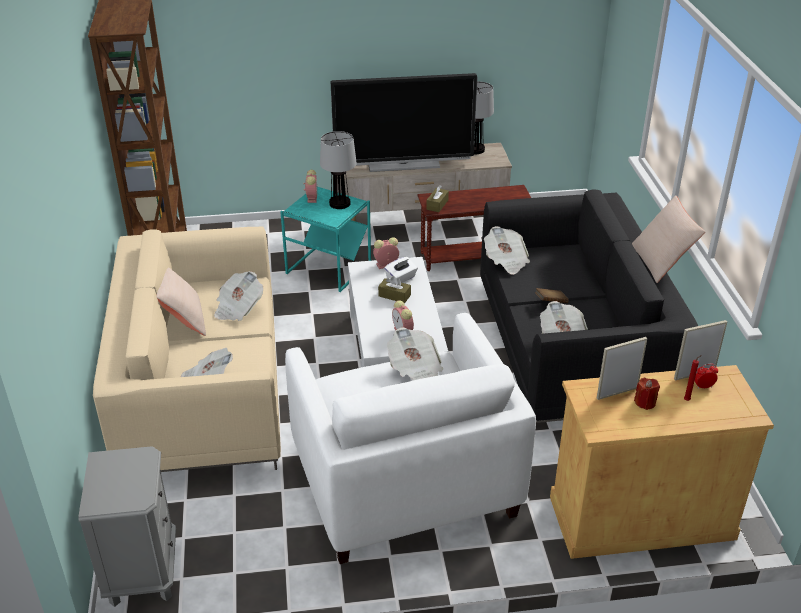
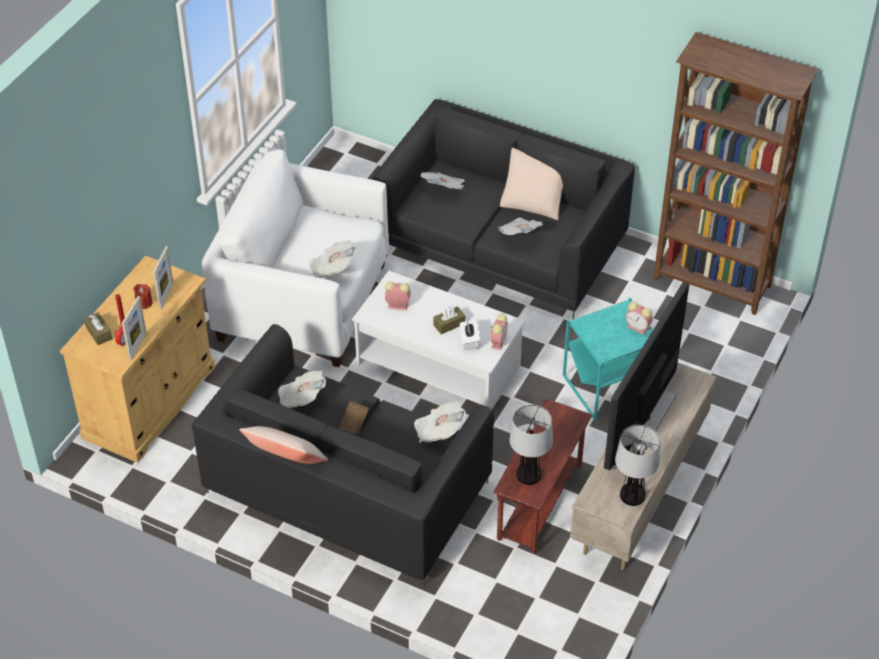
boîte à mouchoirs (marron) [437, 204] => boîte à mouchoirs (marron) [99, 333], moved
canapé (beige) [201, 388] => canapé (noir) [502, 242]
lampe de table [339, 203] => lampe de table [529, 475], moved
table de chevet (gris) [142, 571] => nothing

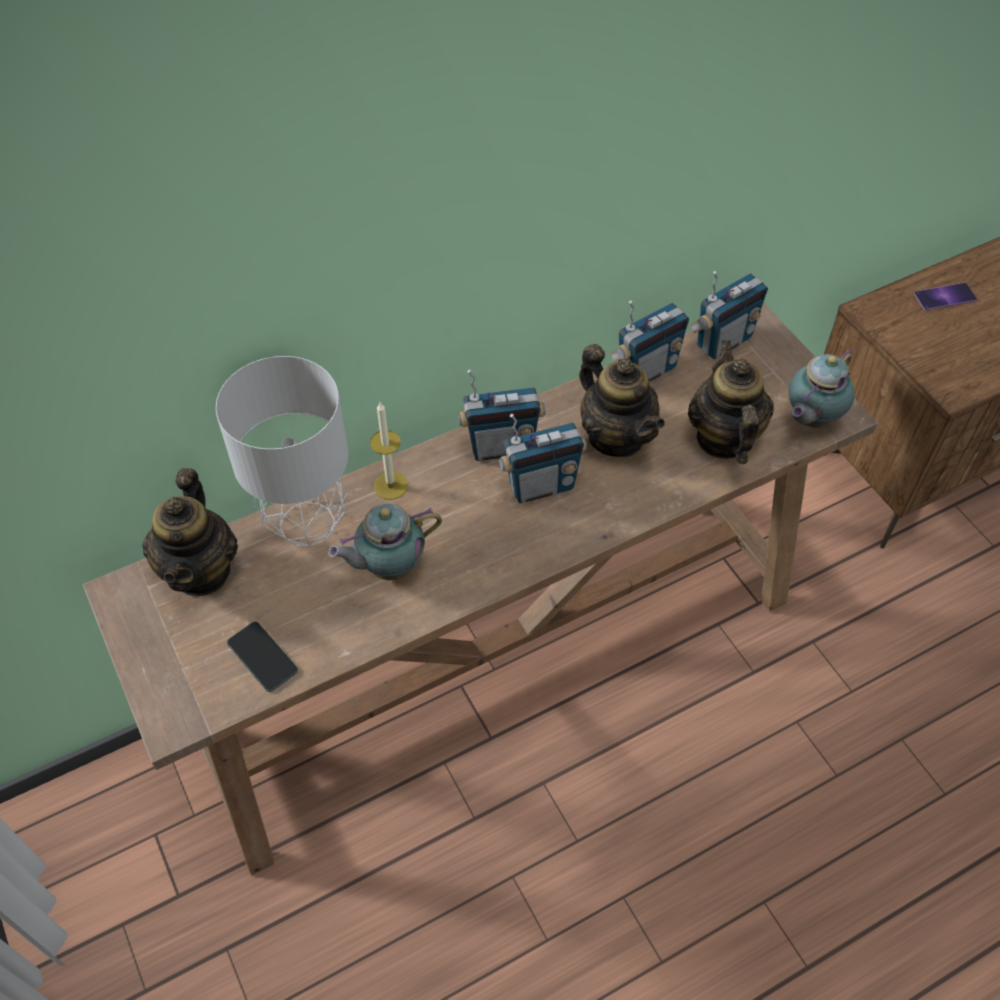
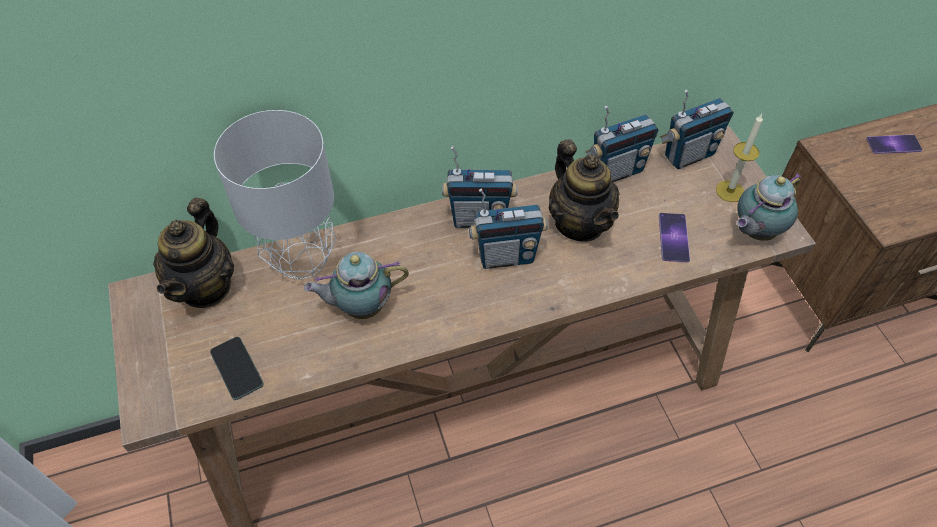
théière [723, 438] => téléphone [673, 237]
bougie [390, 485] => bougie [730, 191], moved

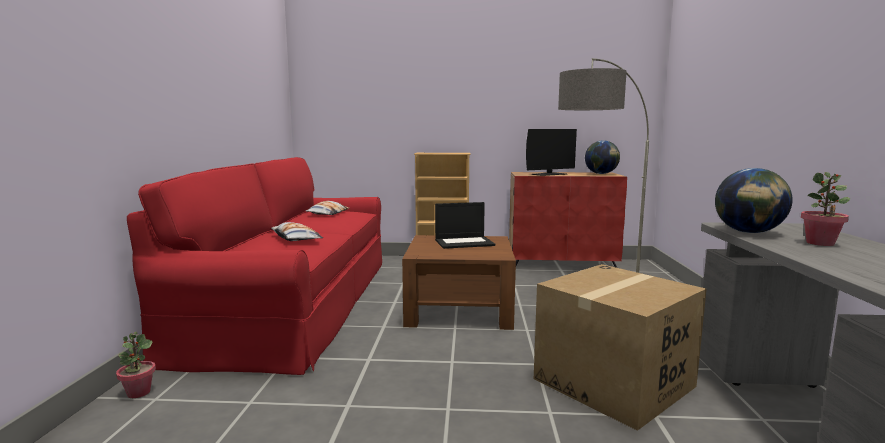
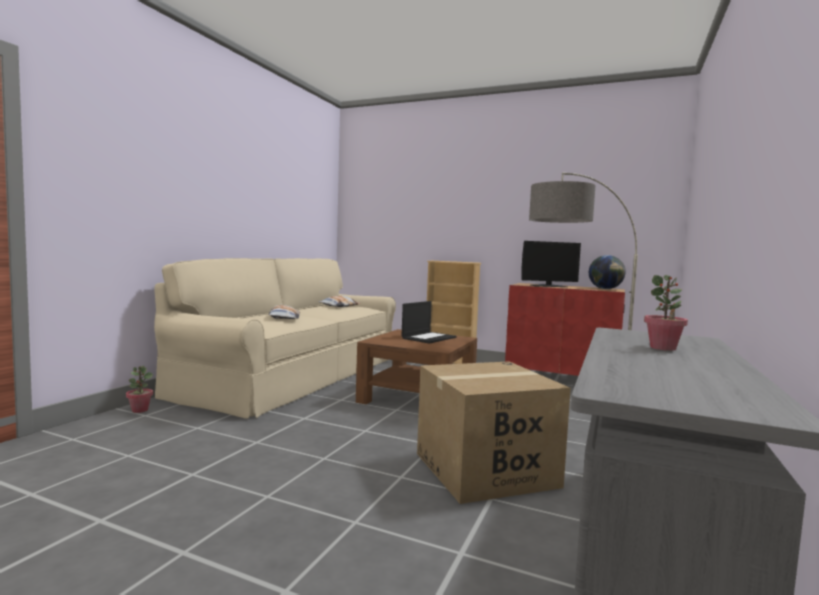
canapé (rouge) [298, 302] => canapé (beige) [296, 375]
ordinateur portable [464, 242] => ordinateur portable [429, 338], 60 degrees counterclockwise
globe [748, 232] => nothing

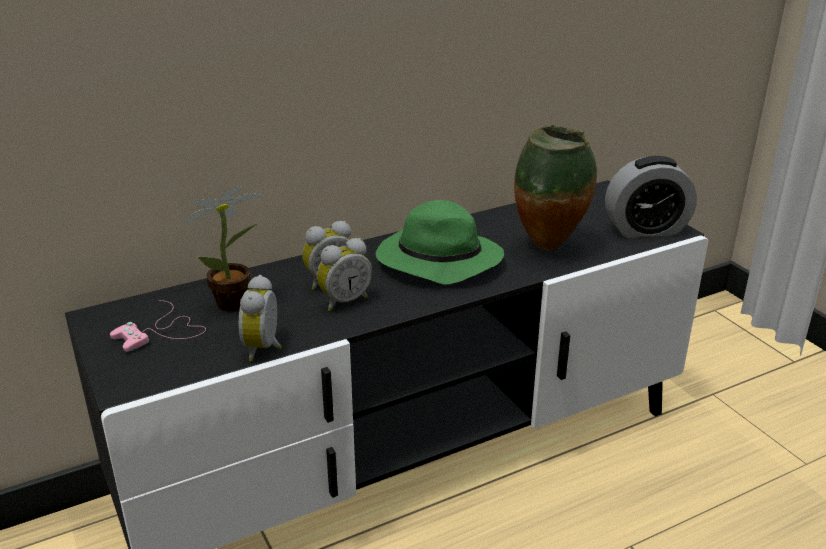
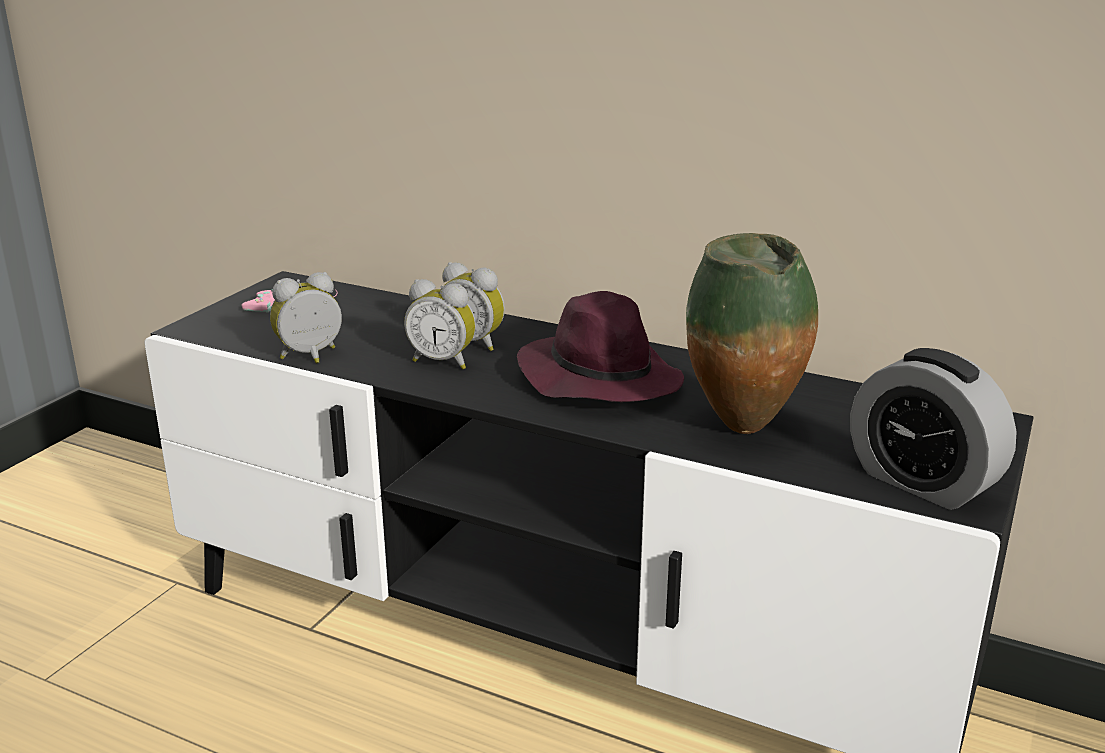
chapeau (vert) [437, 261] => chapeau (violet) [598, 378]
plante en pot [237, 303] => nothing

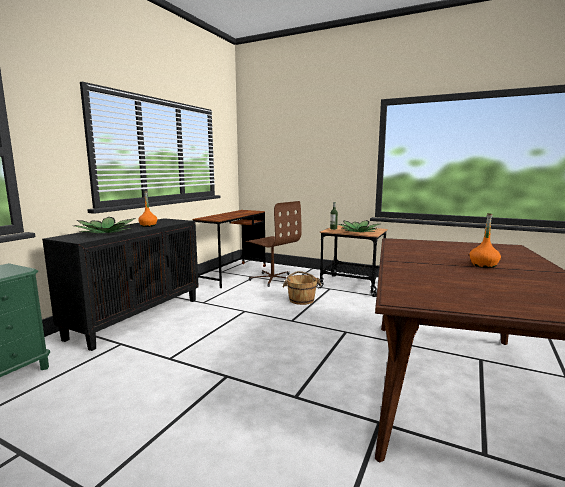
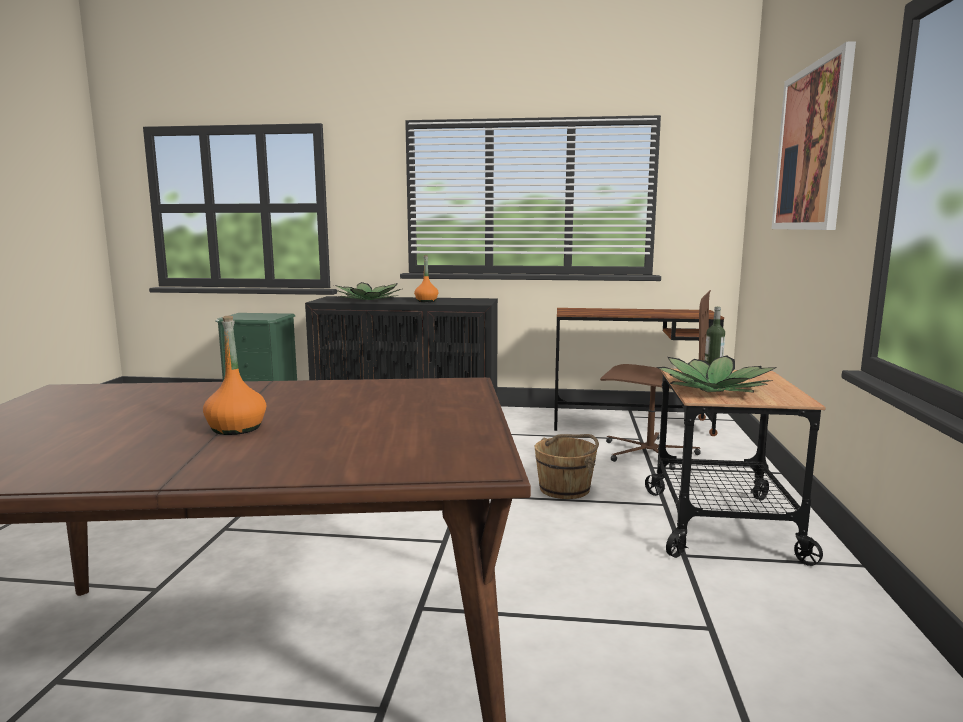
chaise de bureau (marron) [272, 279] => chaise de bureau (marron) [649, 452], 90 degrees counterclockwise
nothing => tableau [811, 148]

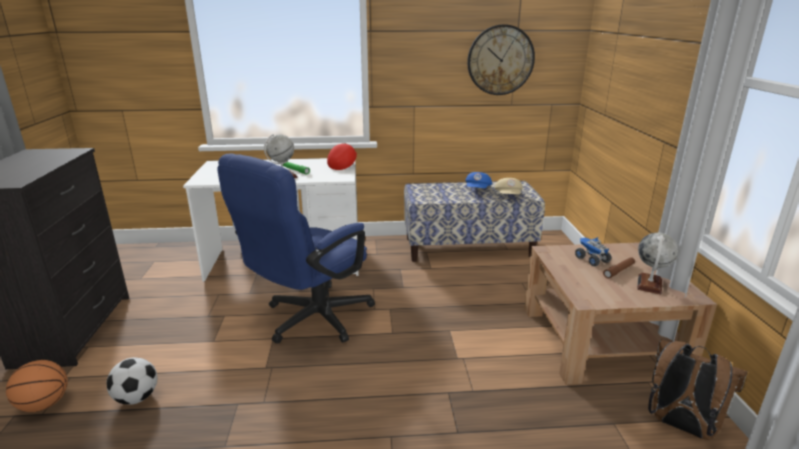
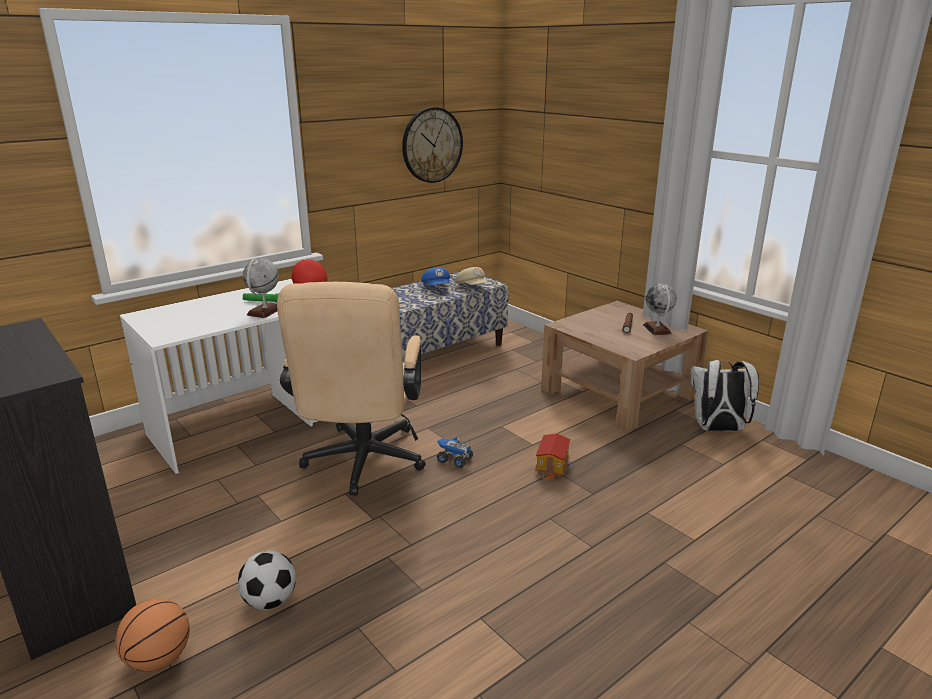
chaise de bureau (bleu) [310, 320] => chaise de bureau (beige) [362, 465]
camion jouet [591, 260] => camion jouet [454, 460], moved
nothing => maison miniature [553, 467]
sac à dos (marron) [679, 425] => sac à dos (blanc) [717, 429]

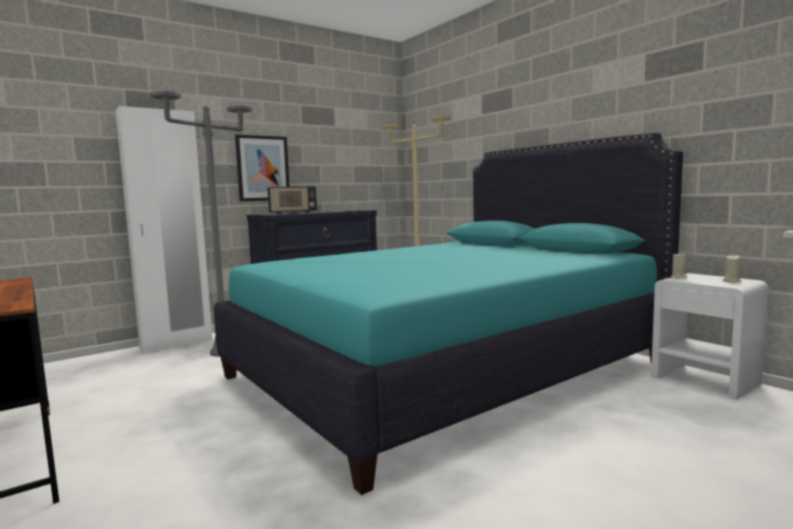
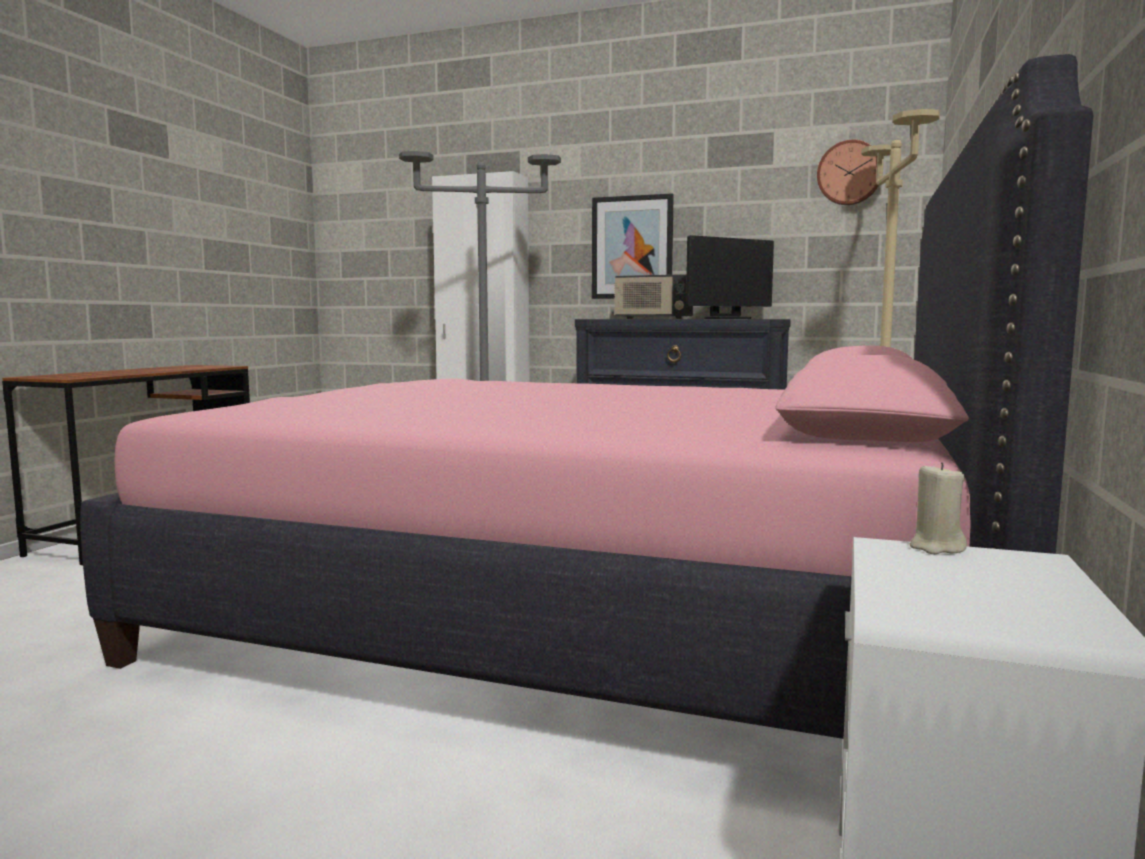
lit (turquoise) [446, 369] => lit (rose) [580, 615]
nothing => écran d'ordinateur [727, 318]
nothing => horloge murale [849, 173]
bougie (beige) [731, 281] => nothing

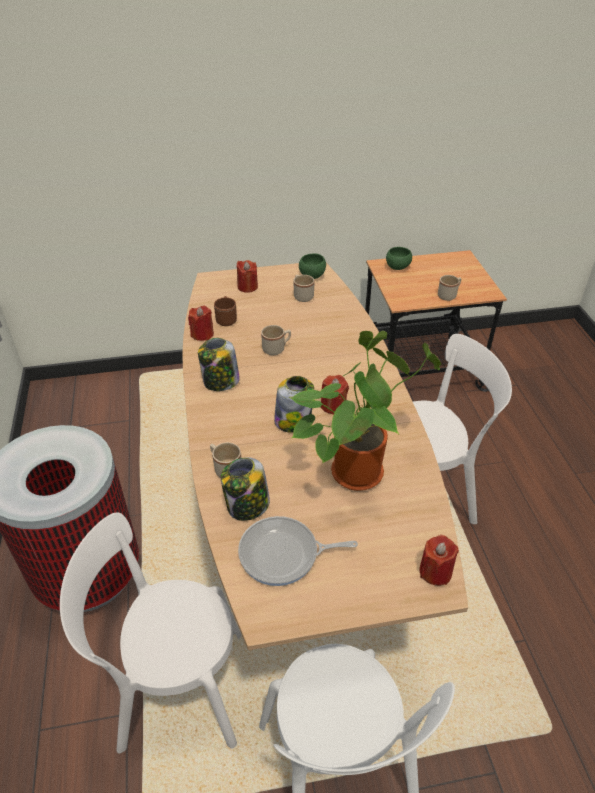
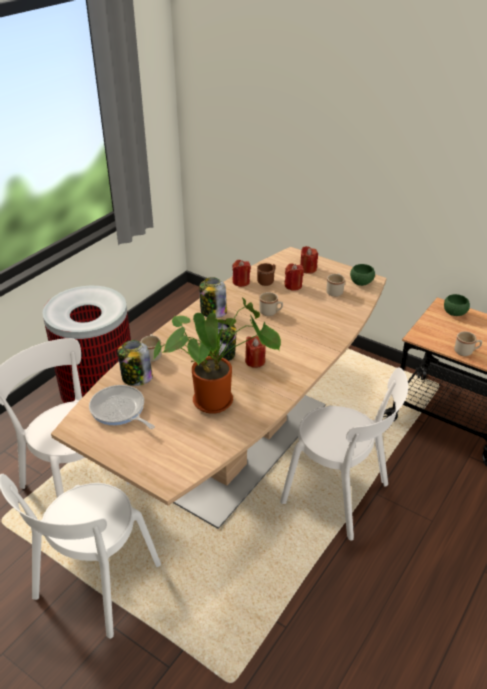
bougie (rouge) [435, 571] => bougie (rouge) [293, 286], moved

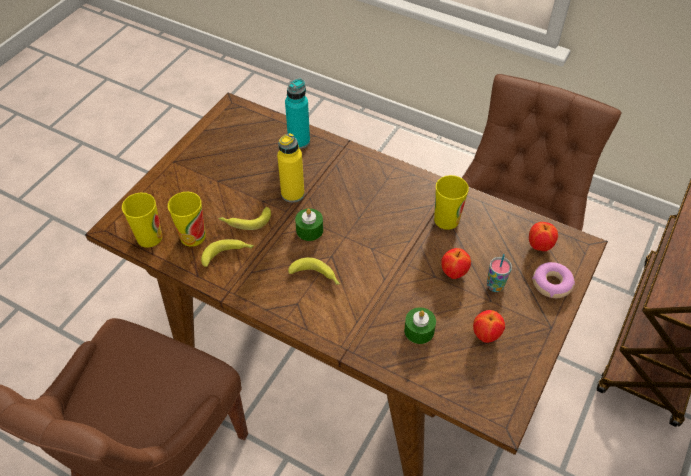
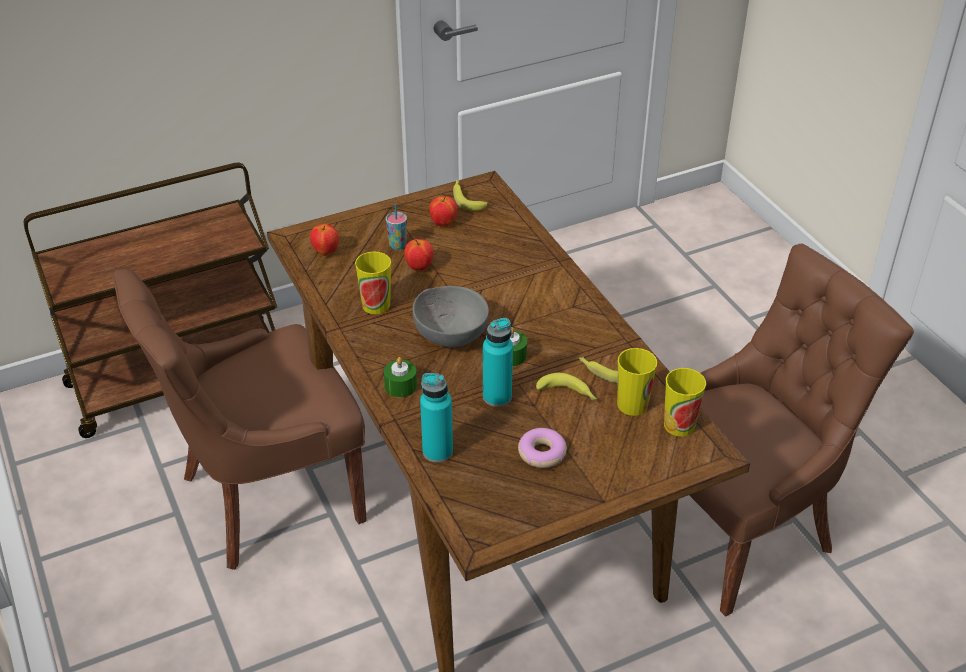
bougie (vert) [419, 330] => bougie (vert) [400, 386], moved
nothing => bol (gris) [450, 334]
banane [316, 276] => banane [466, 198], moved
bouteille (jaune) [292, 194] => bouteille (turquoise) [497, 397]
beignet [551, 283] => beignet [542, 453], moved

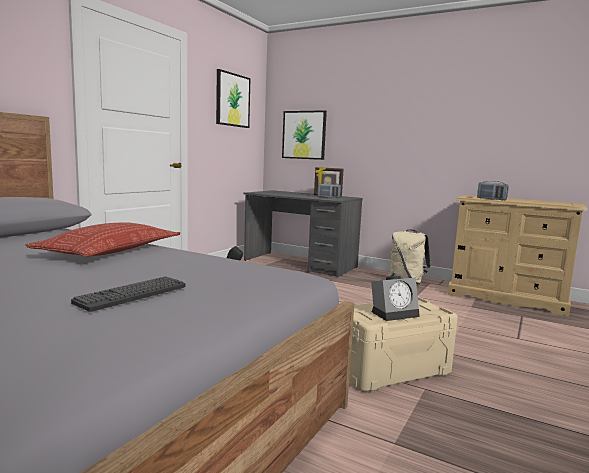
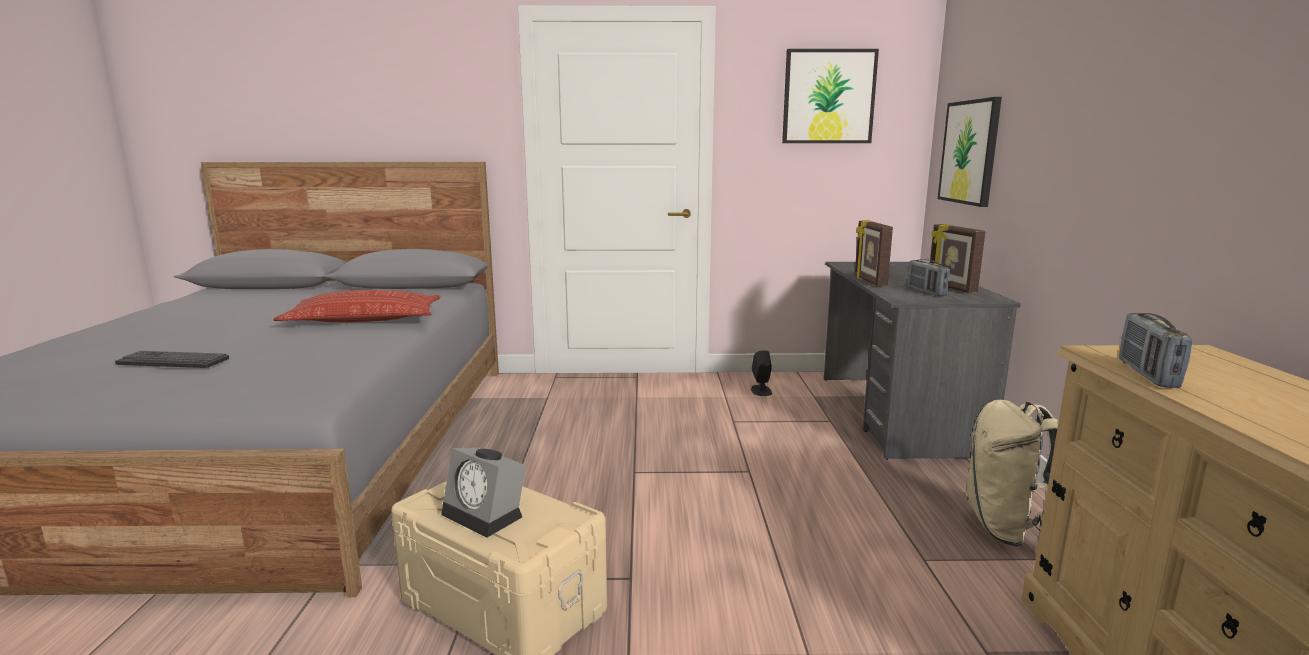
nothing => cadre photo [869, 281]

